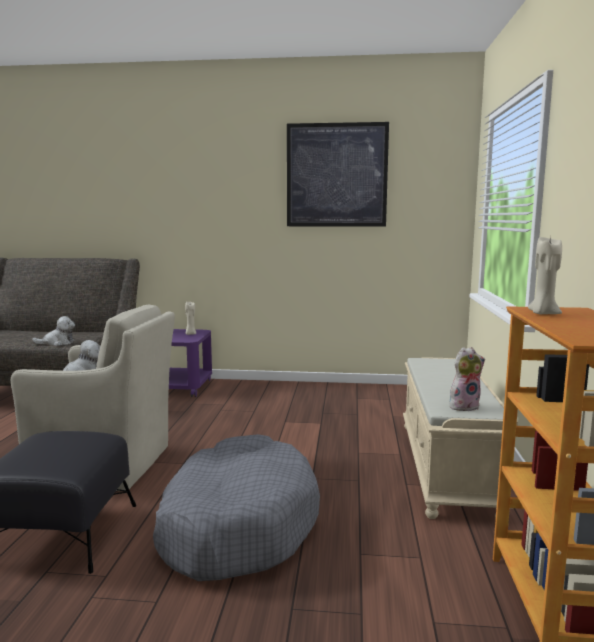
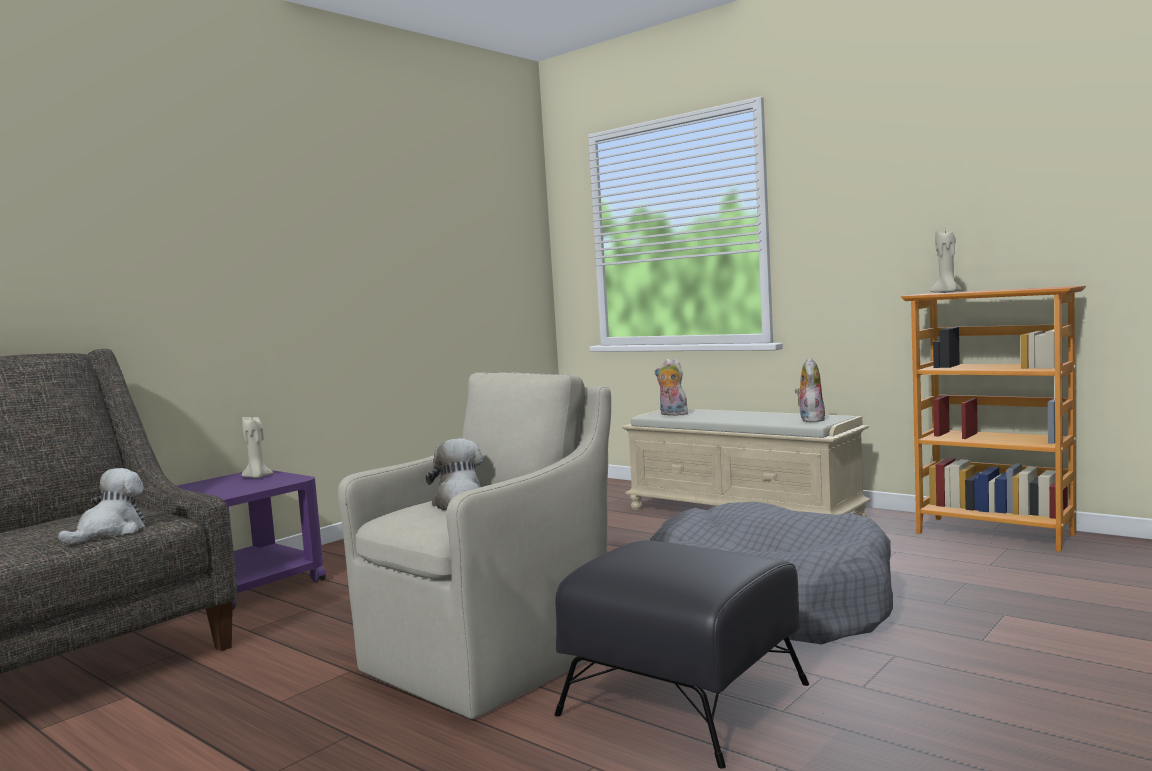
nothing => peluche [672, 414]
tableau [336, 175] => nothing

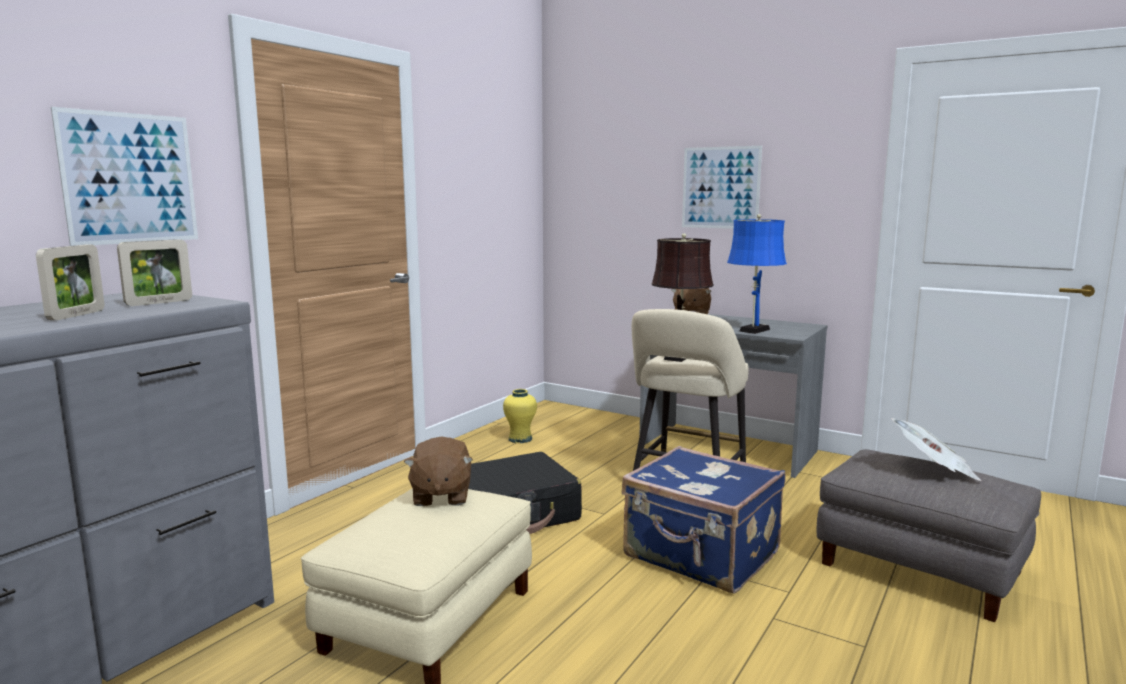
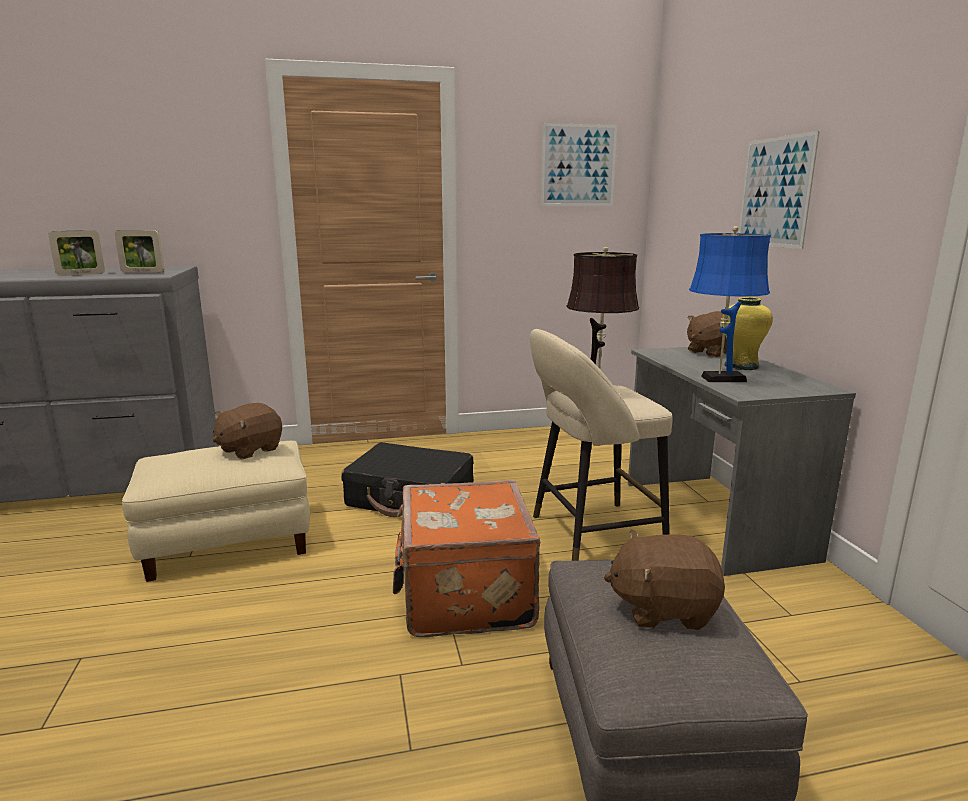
valise (bleu) [701, 556] => valise (orange) [463, 595]
tableau [130, 178] => tableau [578, 165], moved
journal [934, 470] => peluche (marron) [663, 608]
vase (jaune) [520, 439] => vase (jaune) [741, 366], moved

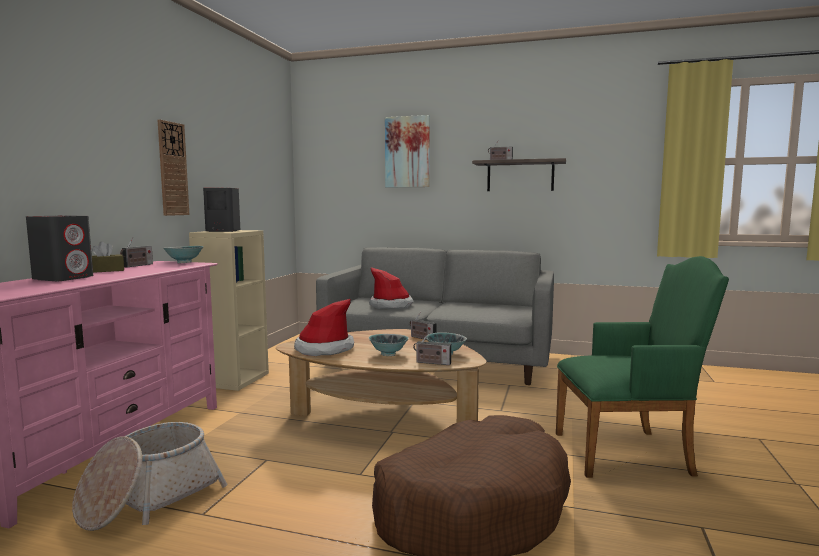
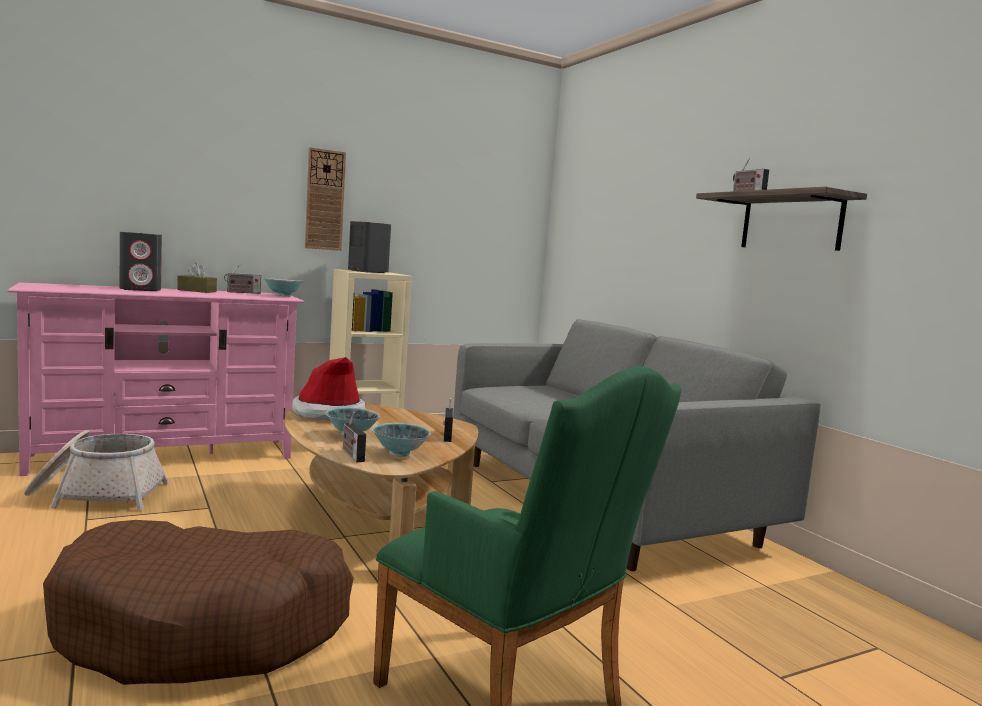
chapeau [391, 305] => nothing
tableau [407, 152] => nothing

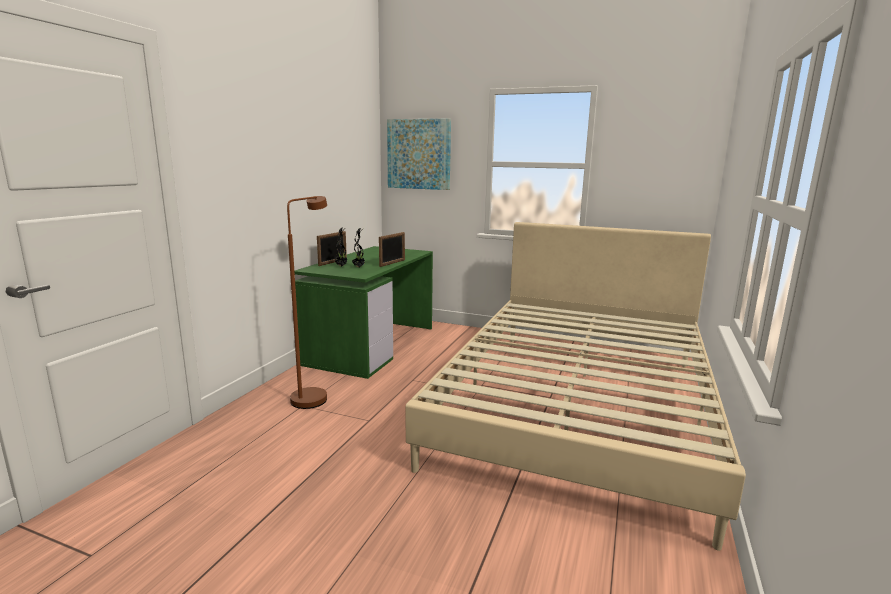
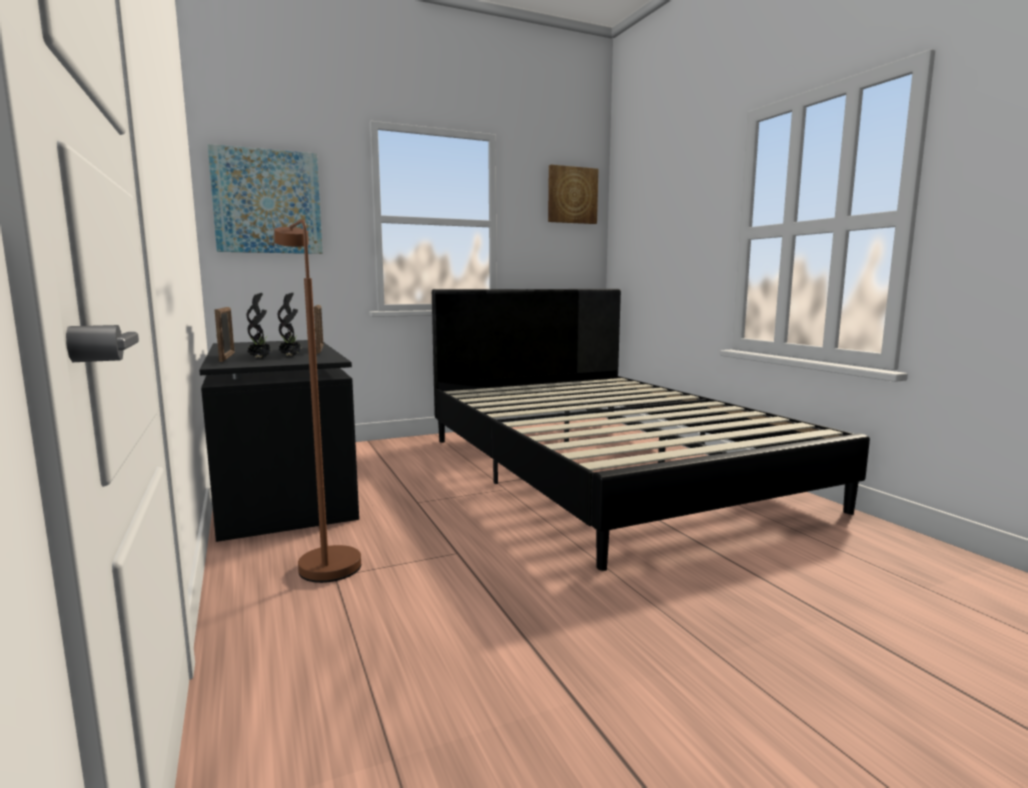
bureau (vert) [371, 345] => bureau (noir) [280, 488]
lit (beige) [579, 406] => lit (noir) [607, 470]
nothing => tableau [572, 195]

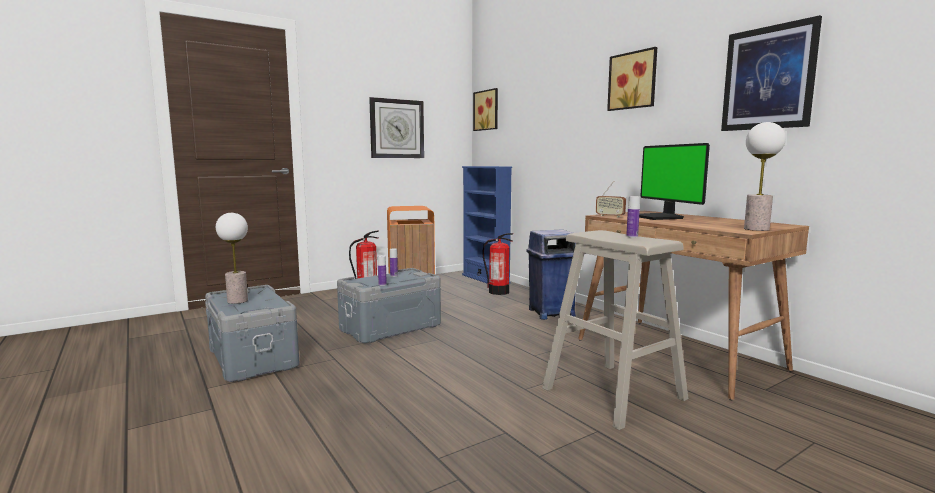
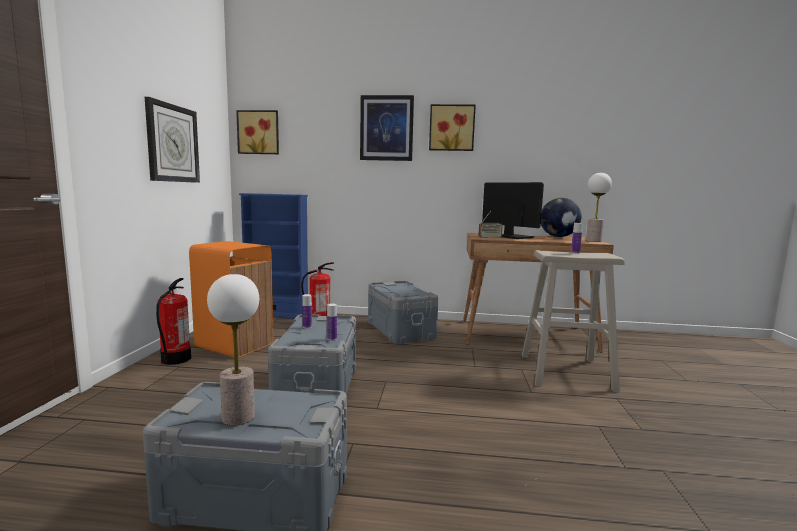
tableau [768, 78] => tableau [386, 128], moved
poubelle (bleu) [550, 313] => boîte de rangement (gris) [401, 330]
écran d'ordinateur [659, 217] => écran d'ordinateur [513, 237], 150 degrees counterclockwise
nothing => globe [558, 236]

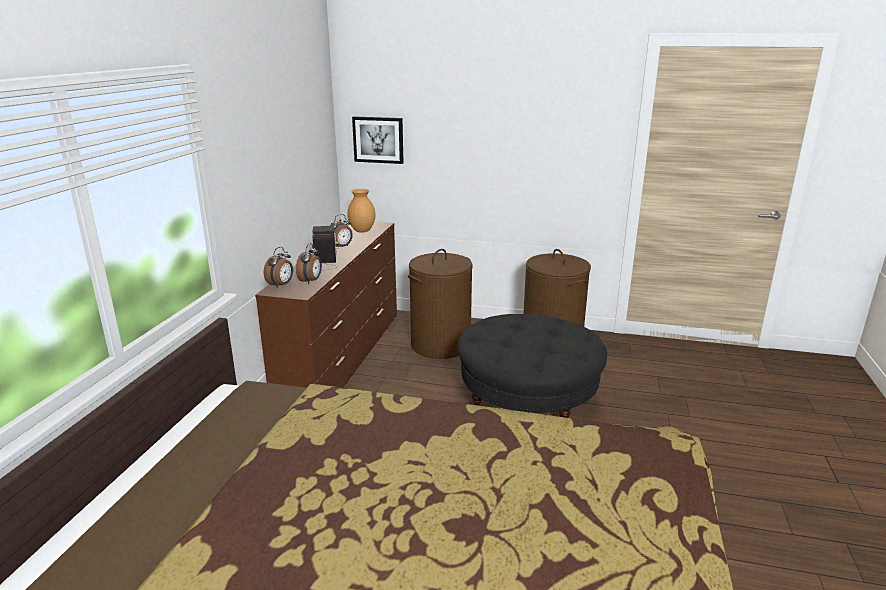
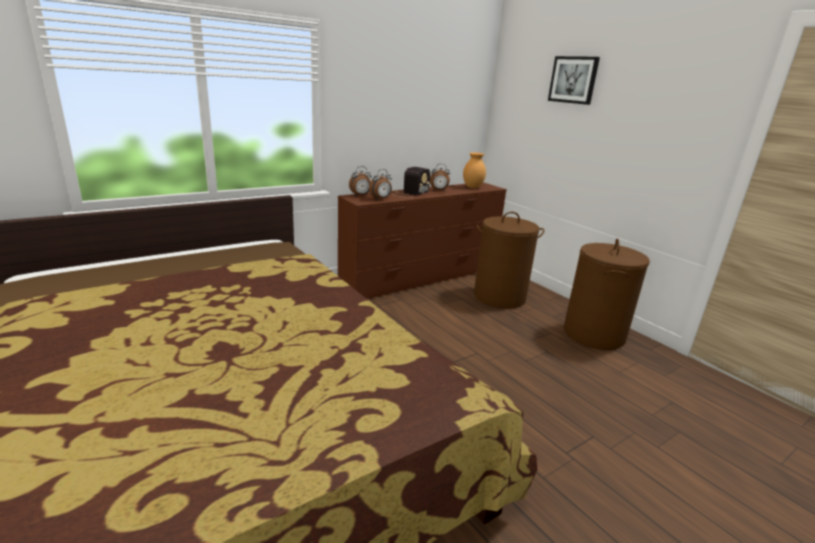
tableau [378, 139] => tableau [573, 80], moved
pouf (noir) [528, 398] => nothing

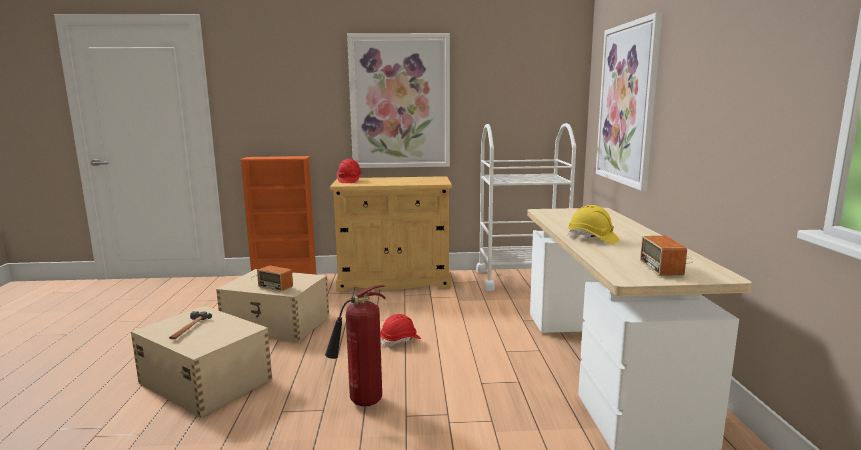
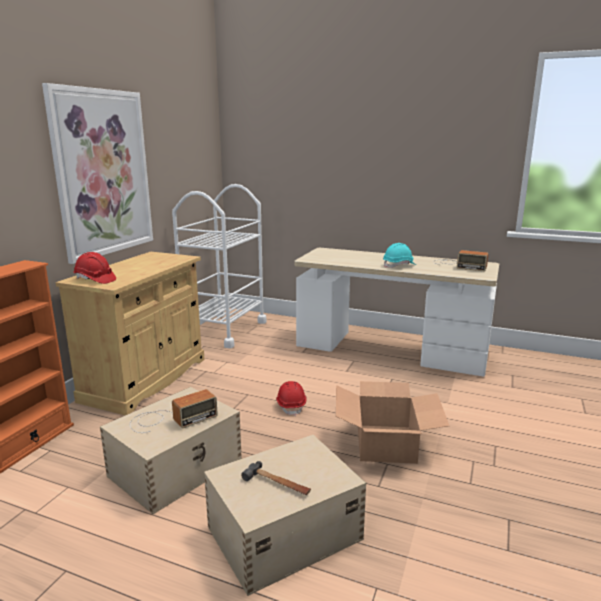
extincteur [362, 403] => carton [386, 443]
casque de chantier (jaune) [592, 239] => casque de chantier (turquoise) [399, 265]
tableau [627, 104] => nothing

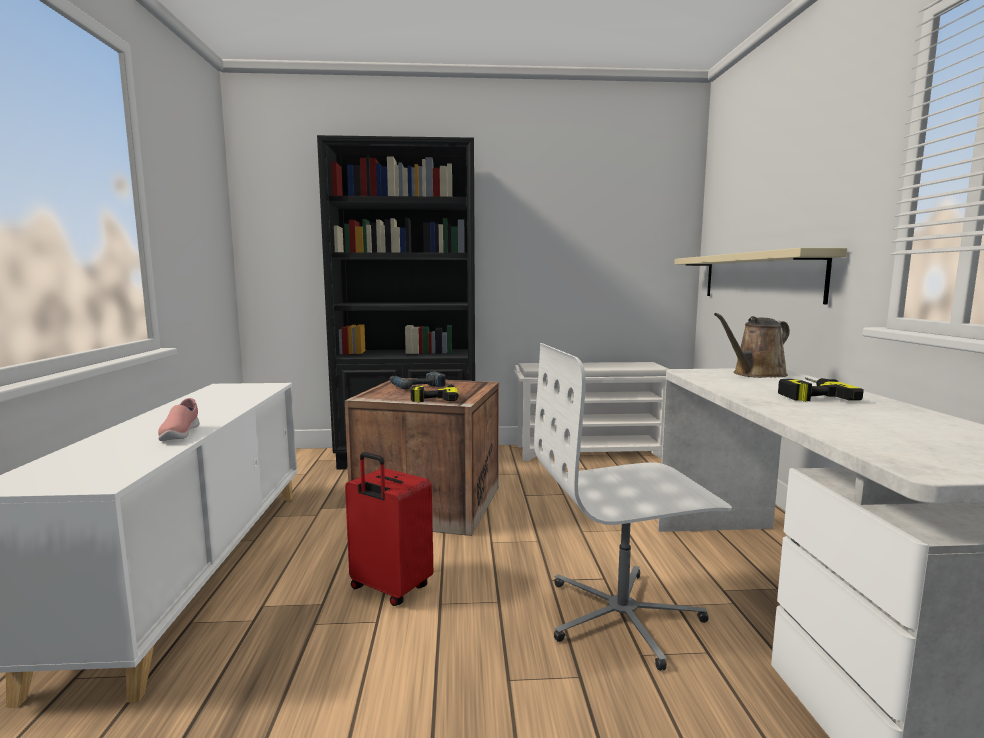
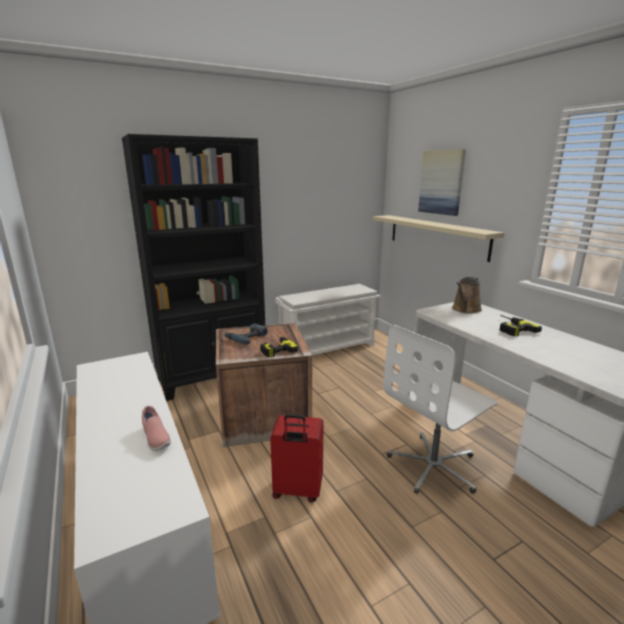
nothing => tableau [441, 182]

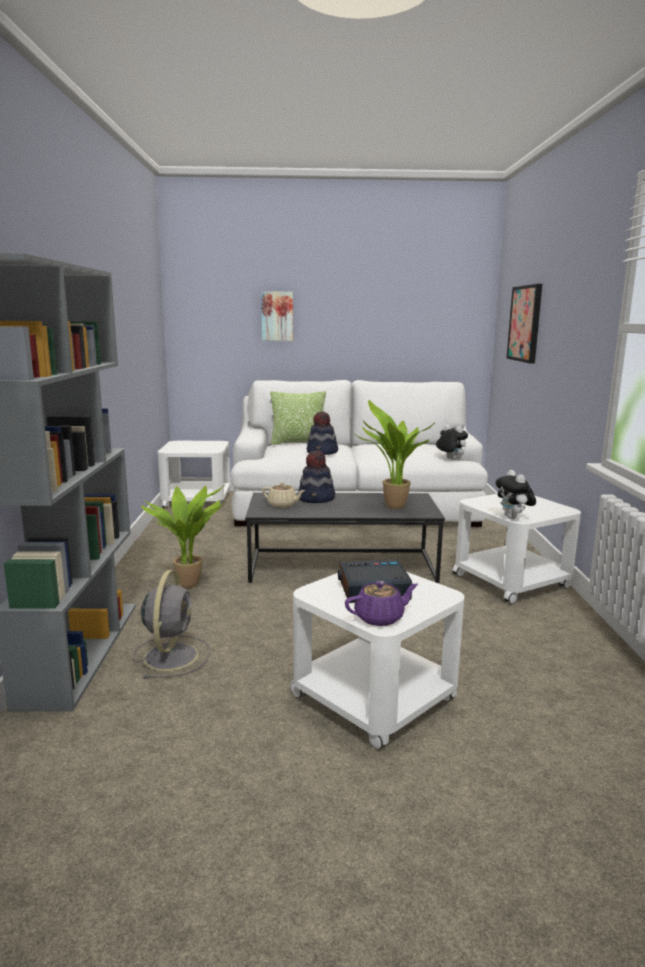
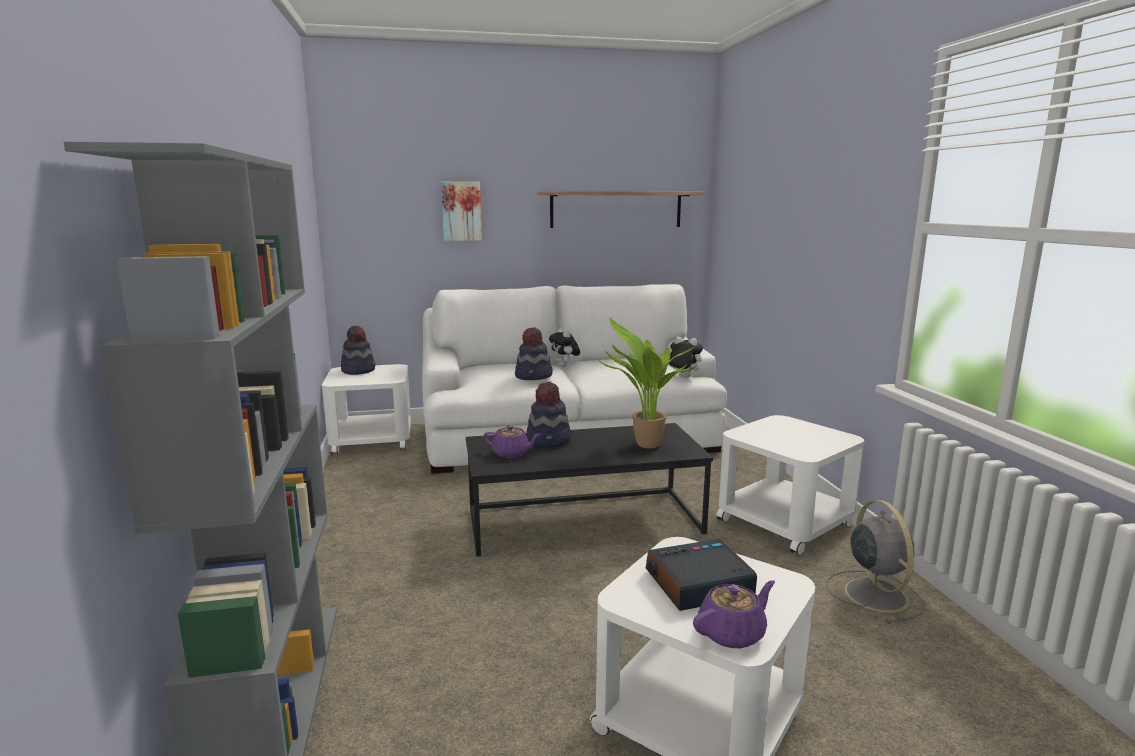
nothing => chapeau [358, 370]
théière (beige) [283, 505] => théière (violet) [511, 453]
nothing => étagère [616, 209]
peluche [513, 518] => peluche [564, 366], moved
ventilateur (gris) [172, 655] => ventilateur (gris) [874, 594], moved
plante en pot [190, 583] => nothing
coussin [298, 443] => nothing
tableau [525, 323] => nothing

